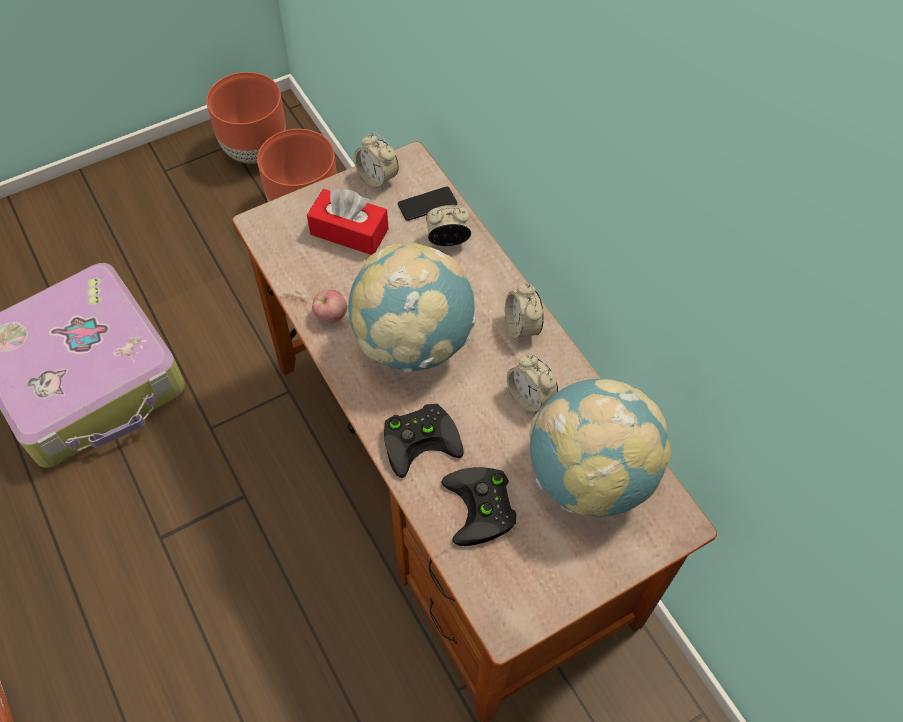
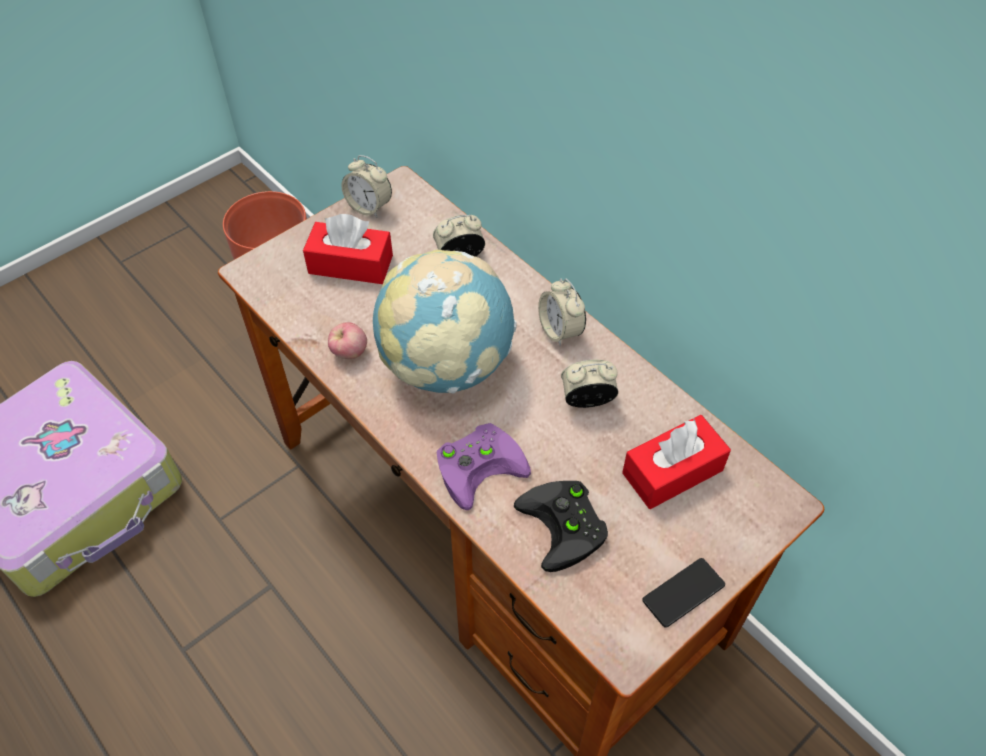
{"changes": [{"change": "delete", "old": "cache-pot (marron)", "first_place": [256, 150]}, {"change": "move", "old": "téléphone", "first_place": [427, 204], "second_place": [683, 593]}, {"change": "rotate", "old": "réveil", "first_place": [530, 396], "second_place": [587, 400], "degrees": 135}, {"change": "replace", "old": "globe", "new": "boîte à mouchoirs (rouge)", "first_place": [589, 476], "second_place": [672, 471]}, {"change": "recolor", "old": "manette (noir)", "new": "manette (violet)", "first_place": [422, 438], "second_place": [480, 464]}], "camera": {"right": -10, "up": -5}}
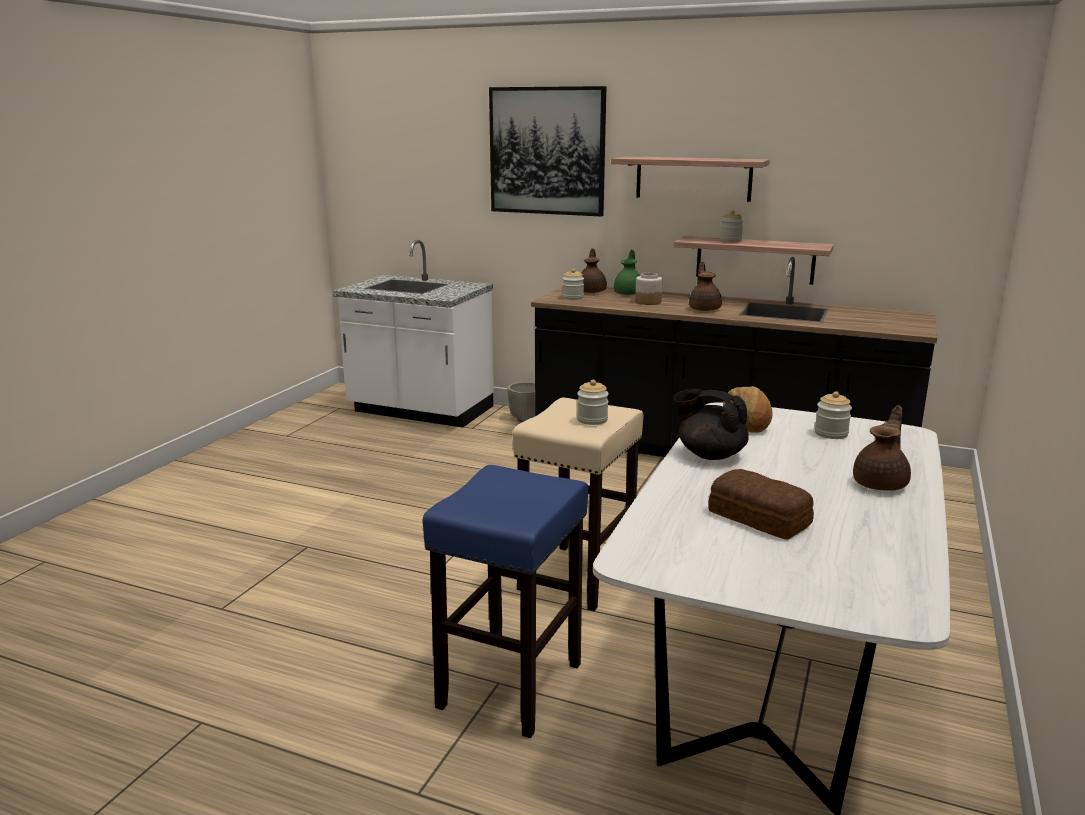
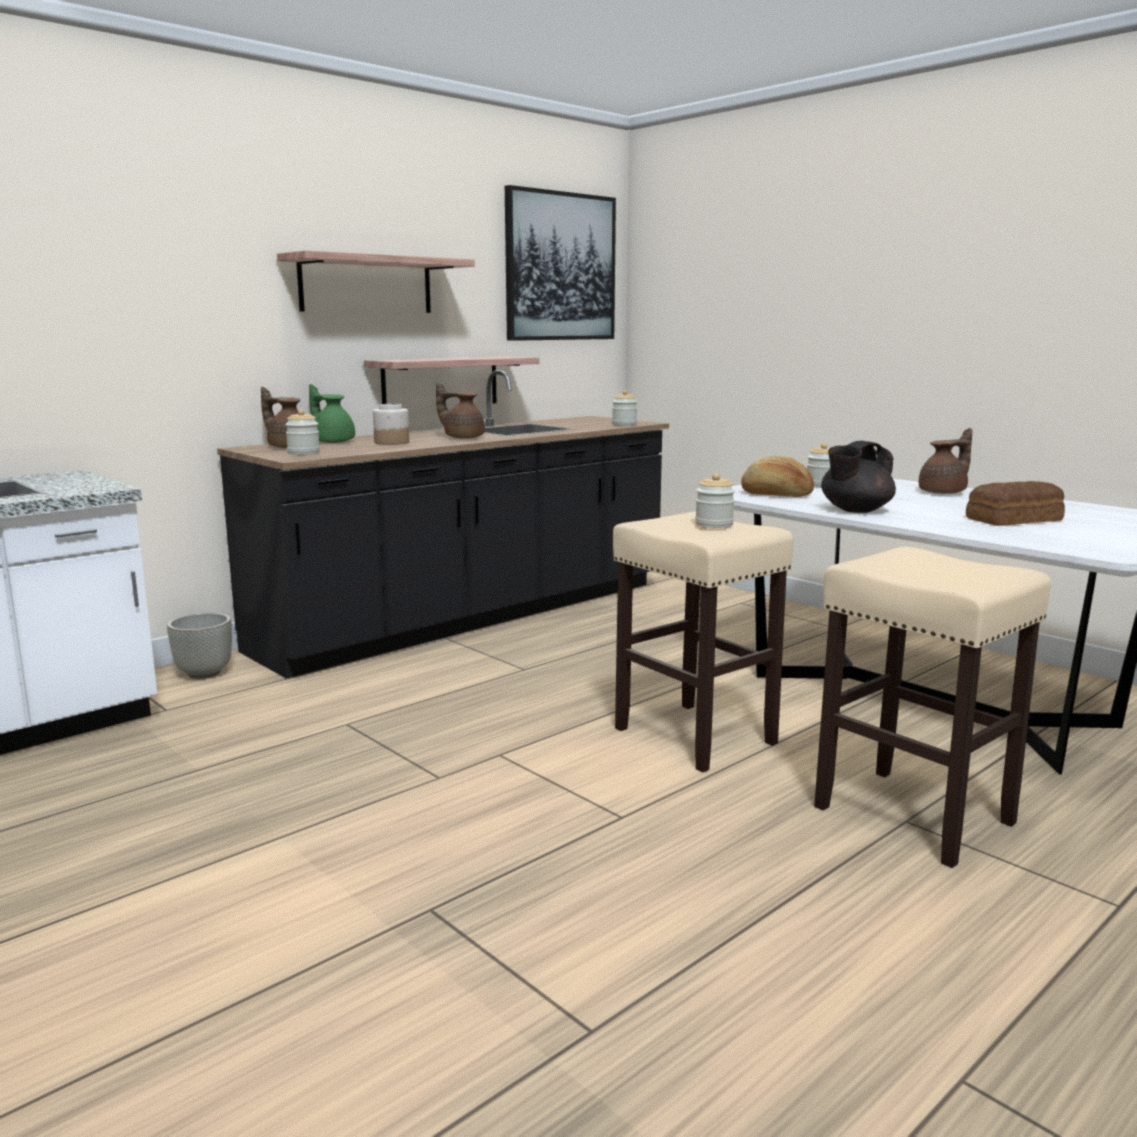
{"changes": [{"change": "move", "old": "tableau", "first_place": [547, 151], "second_place": [560, 267]}, {"change": "move", "old": "bocal", "first_place": [730, 240], "second_place": [624, 424]}, {"change": "rotate", "old": "théière (marron)", "first_place": [881, 484], "second_place": [944, 492], "degrees": 90}, {"change": "recolor", "old": "tabouret (bleu)", "new": "tabouret (beige)", "first_place": [511, 684], "second_place": [910, 814]}], "camera": {"right": -65, "up": -5}}
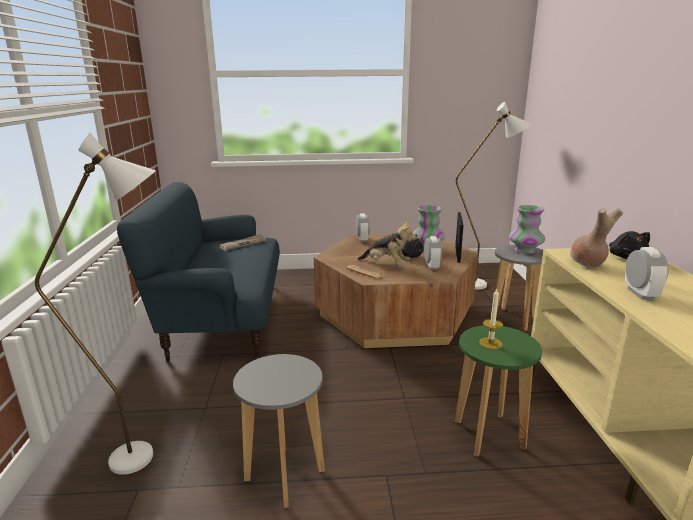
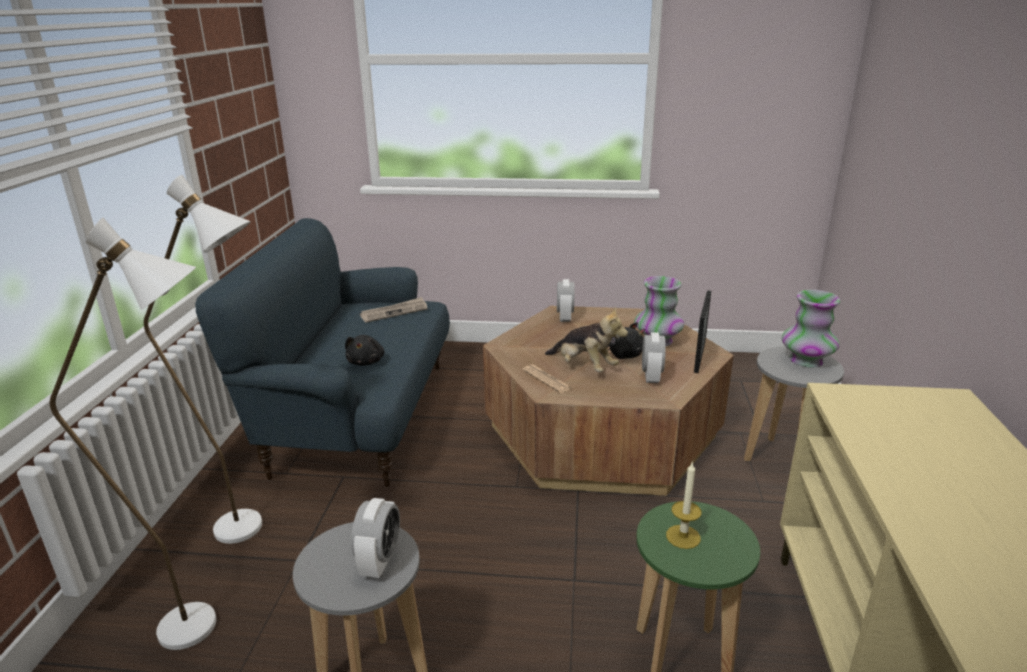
{"changes": [{"change": "move", "old": "lampadaire (blanc)", "first_place": [484, 285], "second_place": [254, 530]}, {"change": "delete", "old": "vase (marron)", "first_place": [587, 264]}, {"change": "move", "old": "peluche (noir)", "first_place": [626, 257], "second_place": [366, 362]}, {"change": "move", "old": "réveil", "first_place": [640, 293], "second_place": [380, 562]}], "camera": {"right": 10, "up": 5}}
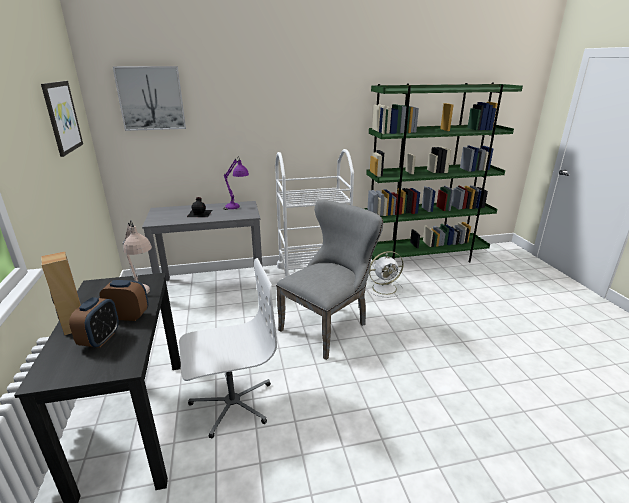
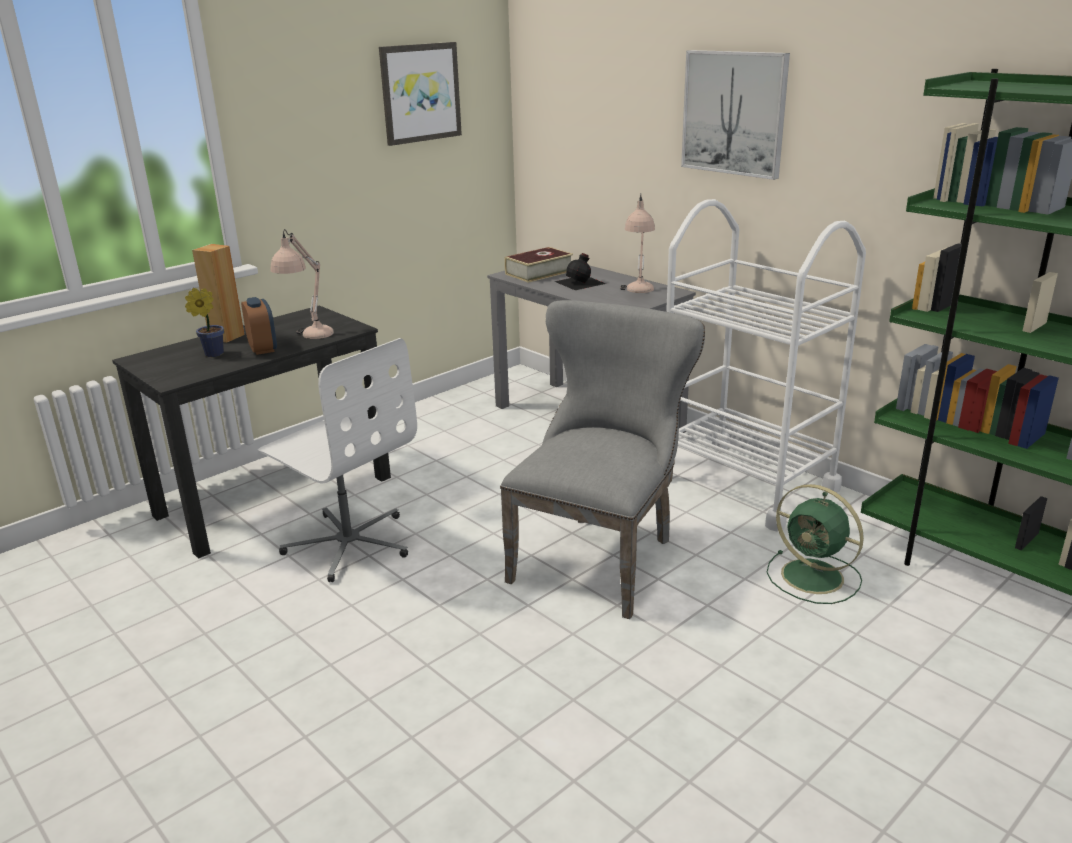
{"changes": [{"change": "move", "old": "tableau", "first_place": [151, 98], "second_place": [734, 113]}, {"change": "recolor", "old": "lampe de table (violet)", "new": "lampe de table (beige)", "first_place": [237, 208], "second_place": [638, 293]}, {"change": "rotate", "old": "chaise (gris)", "first_place": [328, 326], "second_place": [600, 556], "degrees": -75}, {"change": "recolor", "old": "ventilateur (blanc)", "new": "ventilateur (vert)", "first_place": [385, 288], "second_place": [815, 577]}, {"change": "replace", "old": "réveil", "new": "plante en pot", "first_place": [100, 339], "second_place": [211, 354]}, {"change": "insert", "new": "livre", "second_place": [539, 272]}], "camera": {"right": 60, "up": 0}}
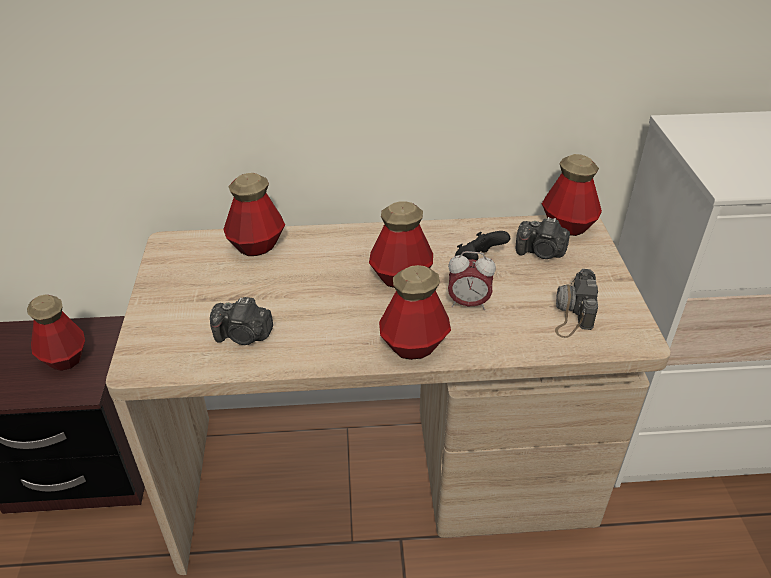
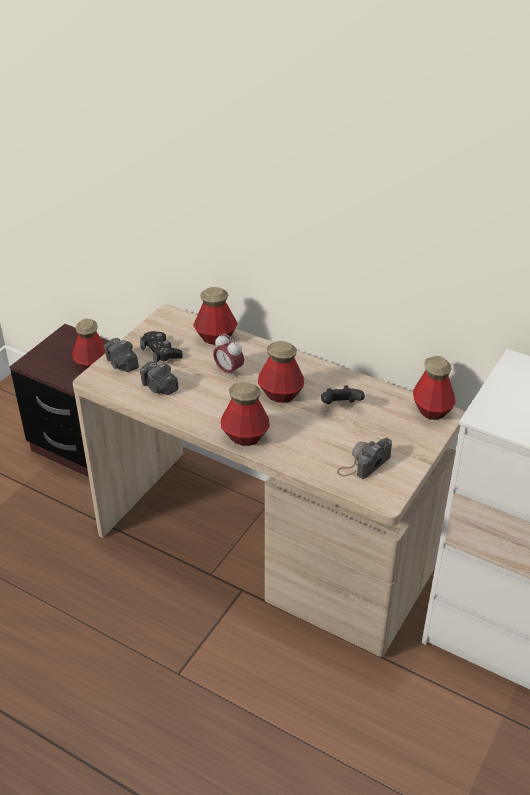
{"changes": [{"change": "move", "old": "appareil photo", "first_place": [541, 252], "second_place": [122, 364]}, {"change": "move", "old": "réveil", "first_place": [468, 304], "second_place": [228, 371]}, {"change": "insert", "new": "manette (noir)", "second_place": [161, 352]}], "camera": {"right": 35, "up": 0}}
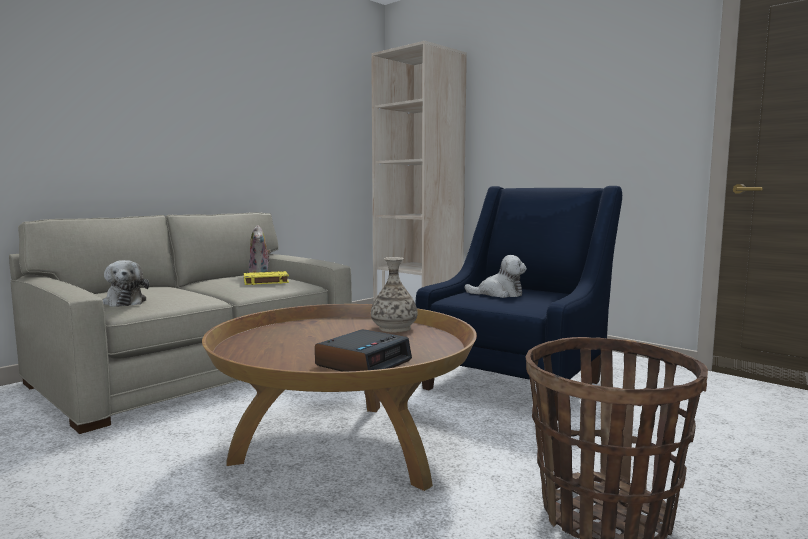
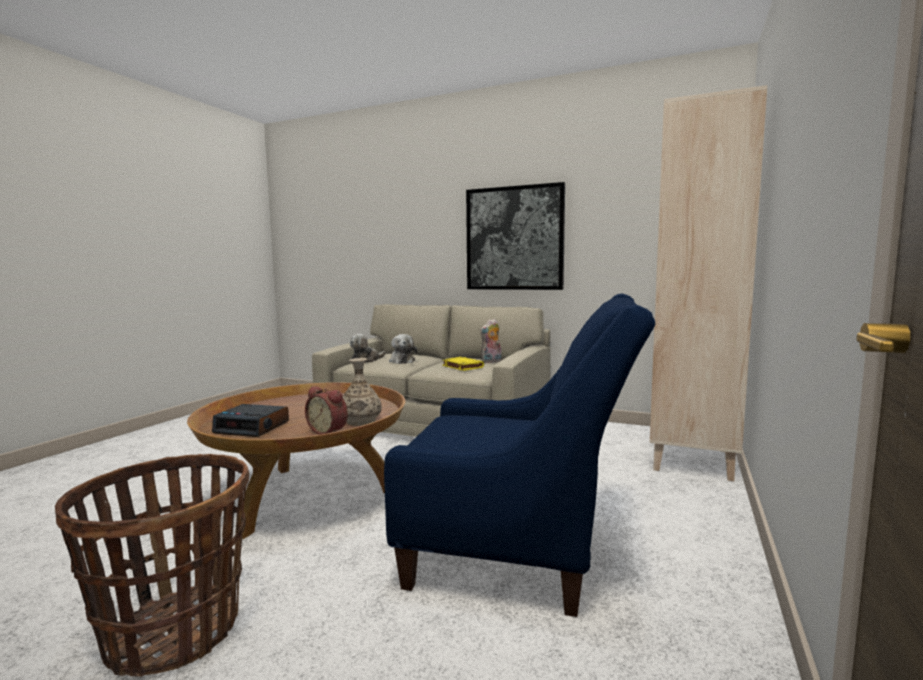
{"changes": [{"change": "move", "old": "peluche", "first_place": [499, 294], "second_place": [402, 361]}, {"change": "insert", "new": "tableau", "second_place": [514, 238]}, {"change": "insert", "new": "réveil", "second_place": [329, 431]}], "camera": {"right": 70, "up": 0}}
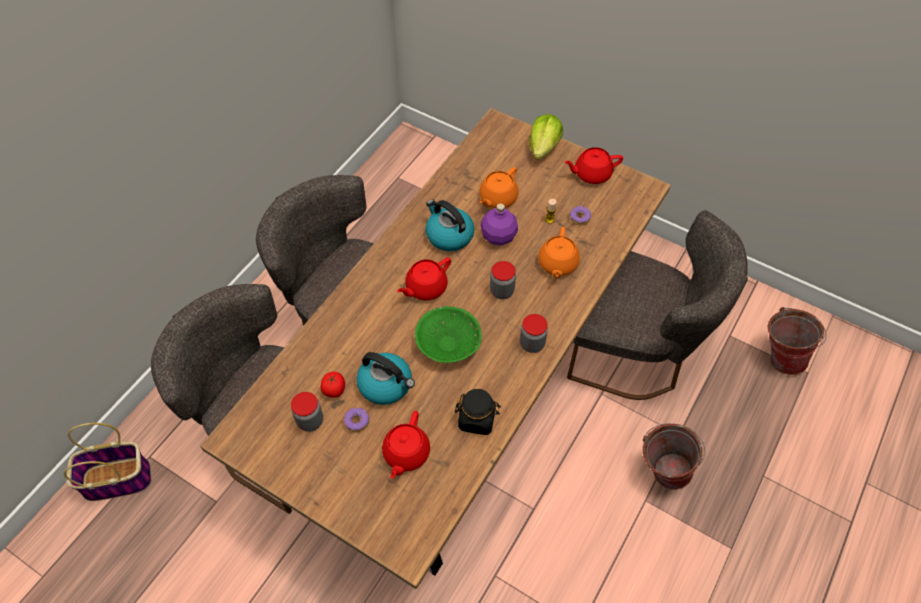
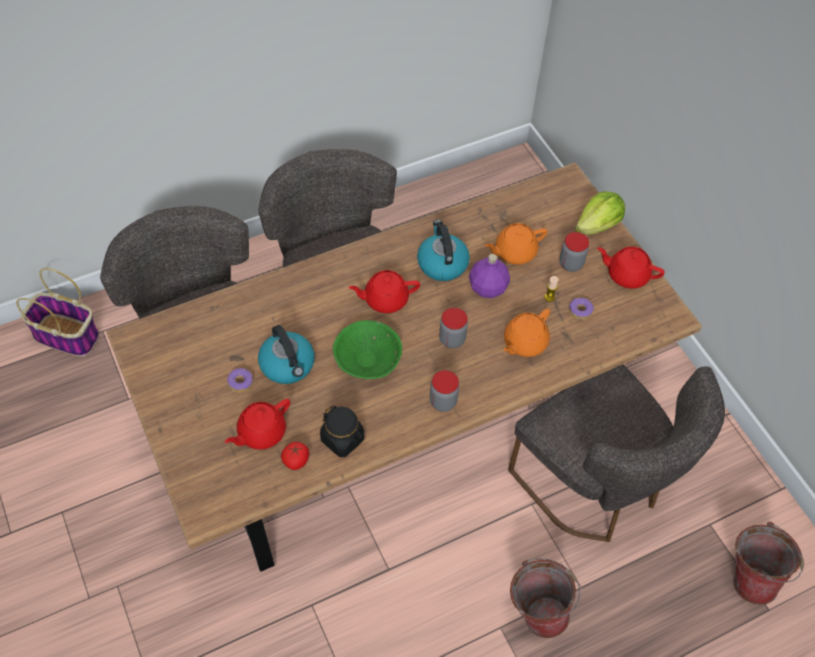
{"changes": [{"change": "move", "old": "tomate", "first_place": [334, 389], "second_place": [296, 460]}, {"change": "move", "old": "bocal", "first_place": [310, 421], "second_place": [571, 264]}], "camera": {"right": 30, "up": 0}}
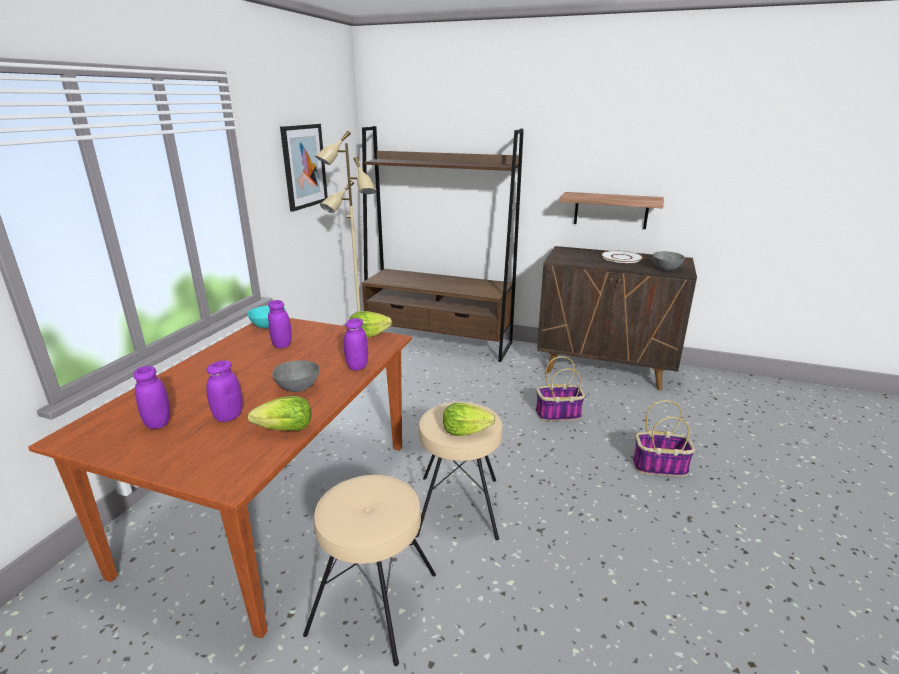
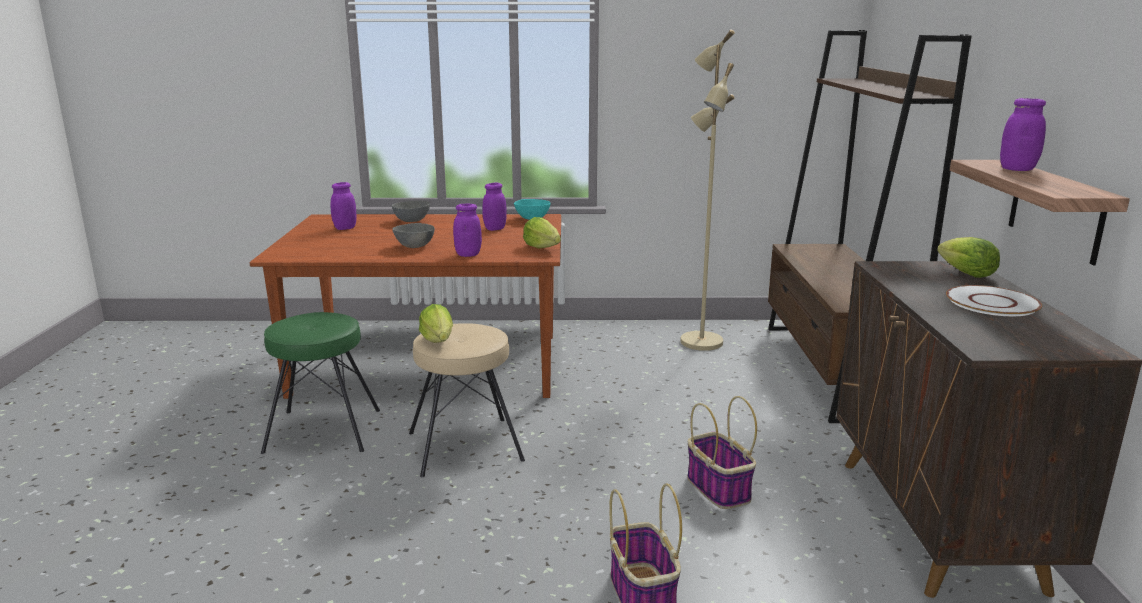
{"changes": [{"change": "delete", "old": "tableau", "first_place": [304, 166]}, {"change": "move", "old": "bol (gris)", "first_place": [666, 269], "second_place": [412, 221]}, {"change": "move", "old": "bocal (violet)", "first_place": [228, 416], "second_place": [1017, 169]}, {"change": "move", "old": "laitue", "first_place": [286, 430], "second_place": [966, 274]}, {"change": "recolor", "old": "tabouret (beige)", "new": "tabouret (vert)", "first_place": [375, 603], "second_place": [323, 431]}], "camera": {"right": 70, "up": -5}}
